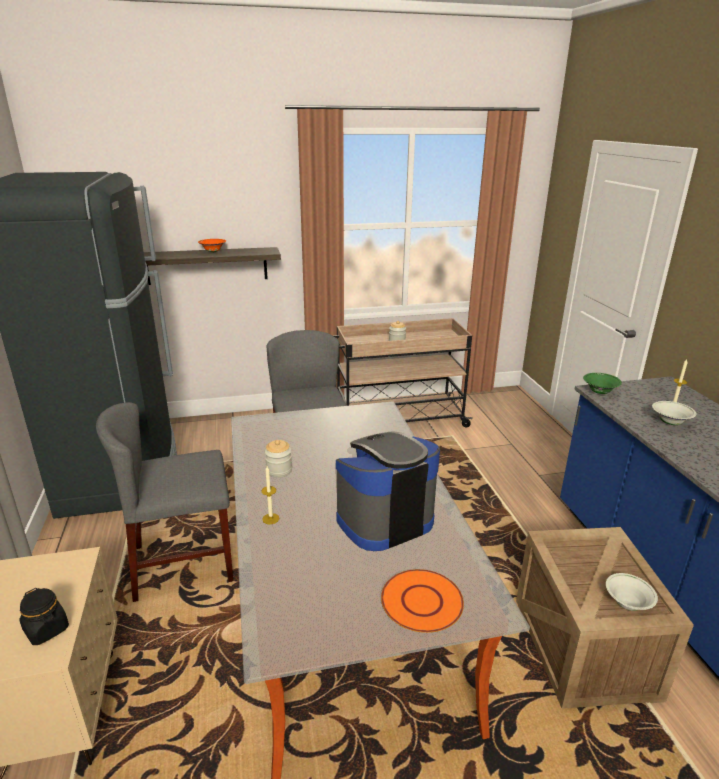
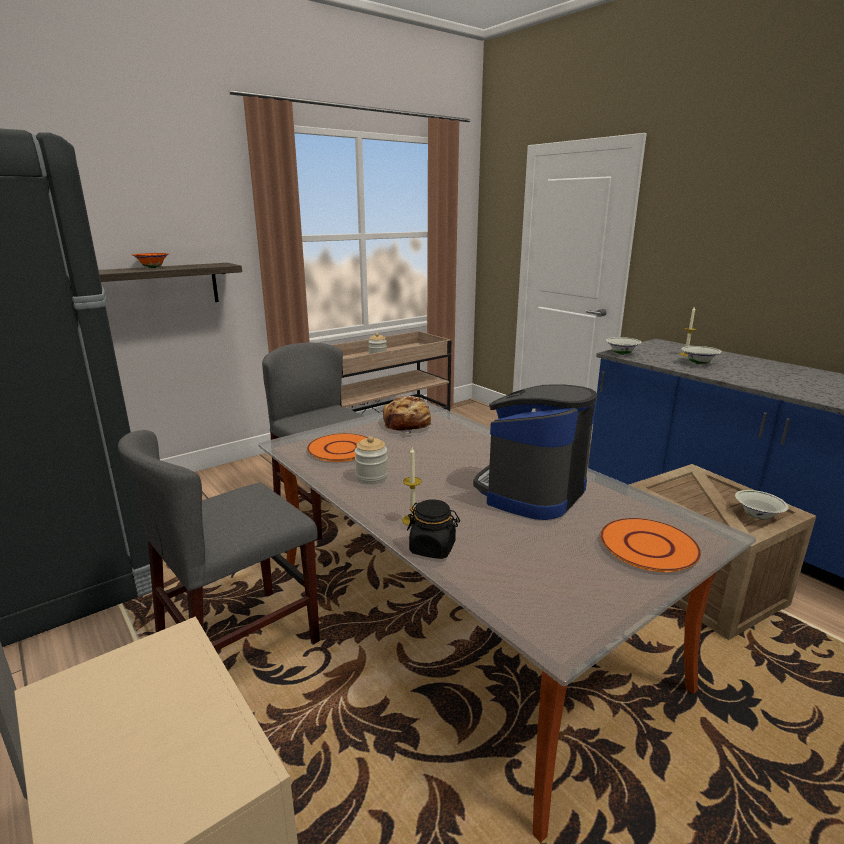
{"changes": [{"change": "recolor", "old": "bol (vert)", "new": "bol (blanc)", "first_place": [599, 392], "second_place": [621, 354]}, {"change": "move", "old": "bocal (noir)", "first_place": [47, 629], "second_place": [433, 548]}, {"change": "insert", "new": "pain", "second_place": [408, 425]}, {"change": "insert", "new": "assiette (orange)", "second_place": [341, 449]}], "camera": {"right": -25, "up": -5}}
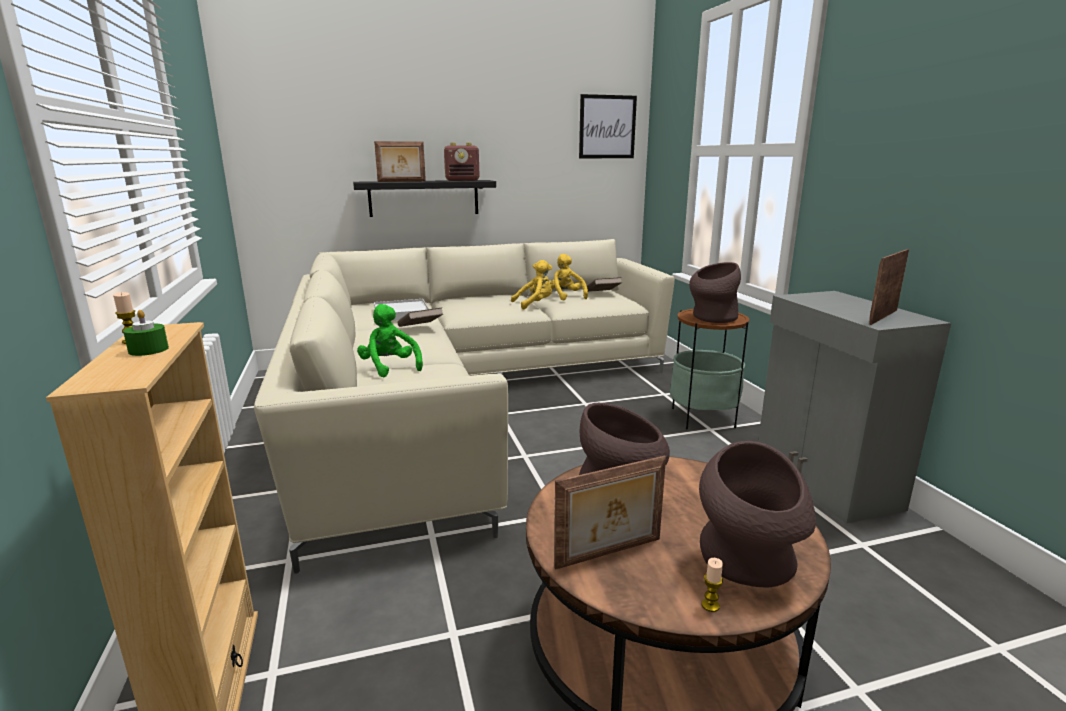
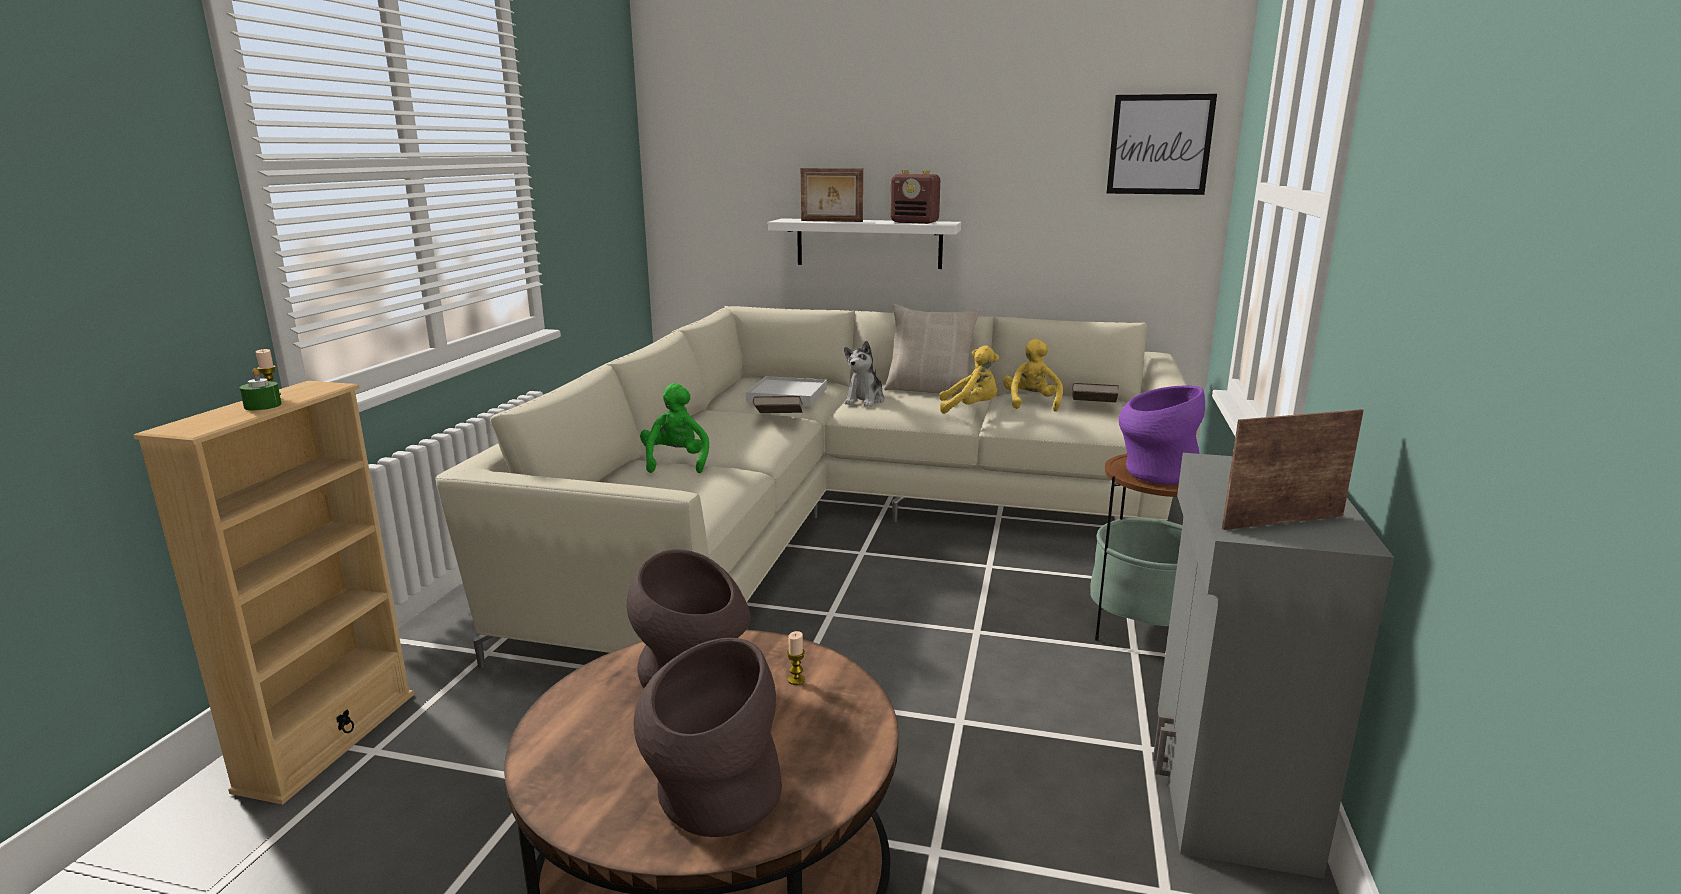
{"changes": [{"change": "recolor", "old": "étagère (noir)", "new": "étagère (blanc)", "first_place": [424, 198], "second_place": [869, 243]}, {"change": "recolor", "old": "vase (marron)", "new": "vase (violet)", "first_place": [711, 318], "second_place": [1153, 473]}, {"change": "delete", "old": "cadre photo", "first_place": [609, 554]}, {"change": "move", "old": "bougie", "first_place": [710, 605], "second_place": [796, 680]}, {"change": "insert", "new": "coussin (beige)", "second_place": [930, 390]}, {"change": "insert", "new": "peluche", "second_place": [865, 400]}], "camera": {"right": 30, "up": 0}}
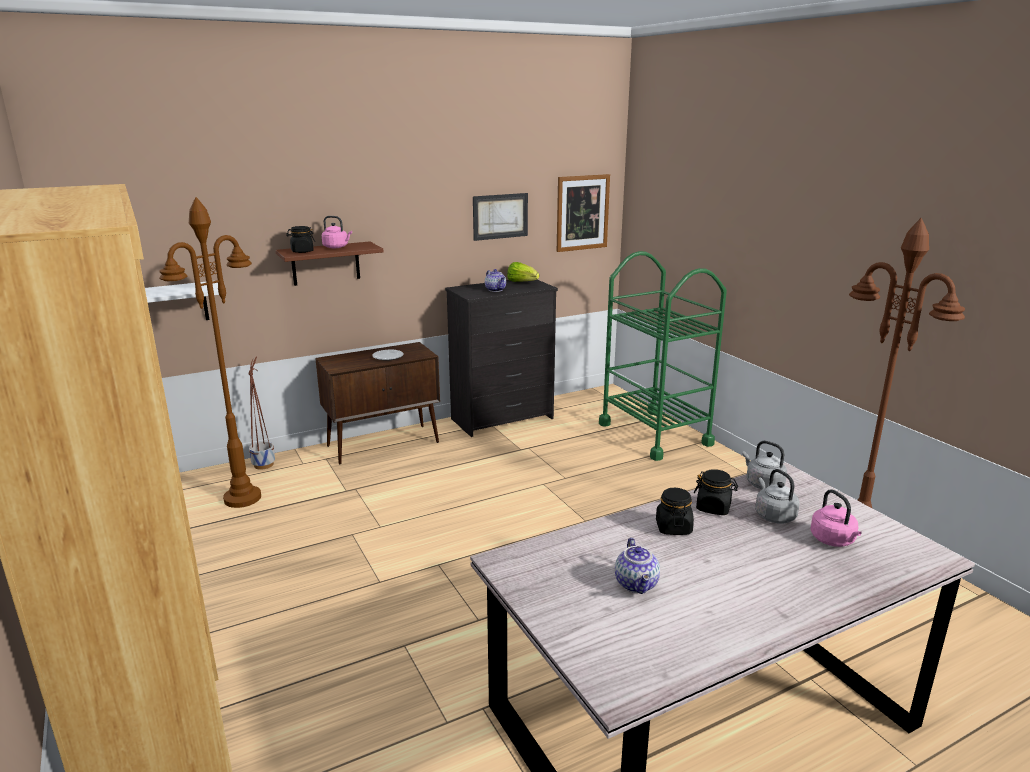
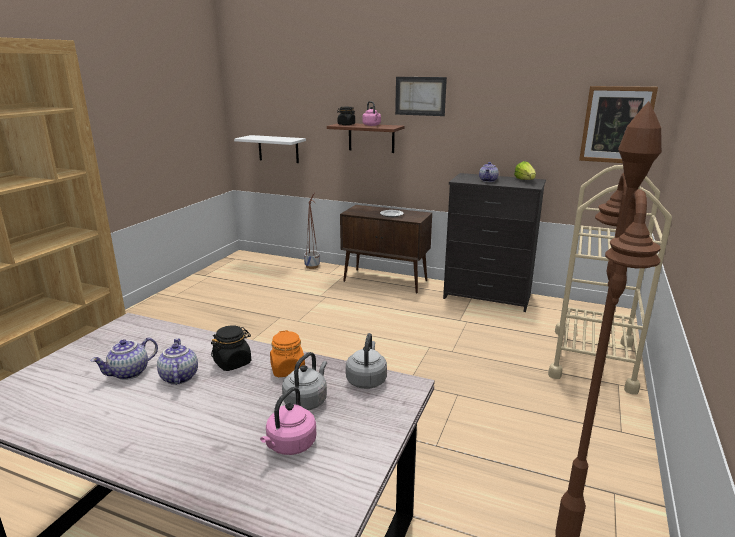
{"changes": [{"change": "move", "old": "tableau", "first_place": [500, 216], "second_place": [420, 96]}, {"change": "delete", "old": "lampadaire (marron)", "first_place": [243, 498]}, {"change": "recolor", "old": "chariot (vert)", "new": "chariot (beige)", "first_place": [654, 434], "second_place": [592, 359]}, {"change": "recolor", "old": "bocal (noir)", "new": "bocal (orange)", "first_place": [713, 508], "second_place": [288, 369]}, {"change": "insert", "new": "théière", "second_place": [178, 377]}], "camera": {"right": 50, "up": 0}}
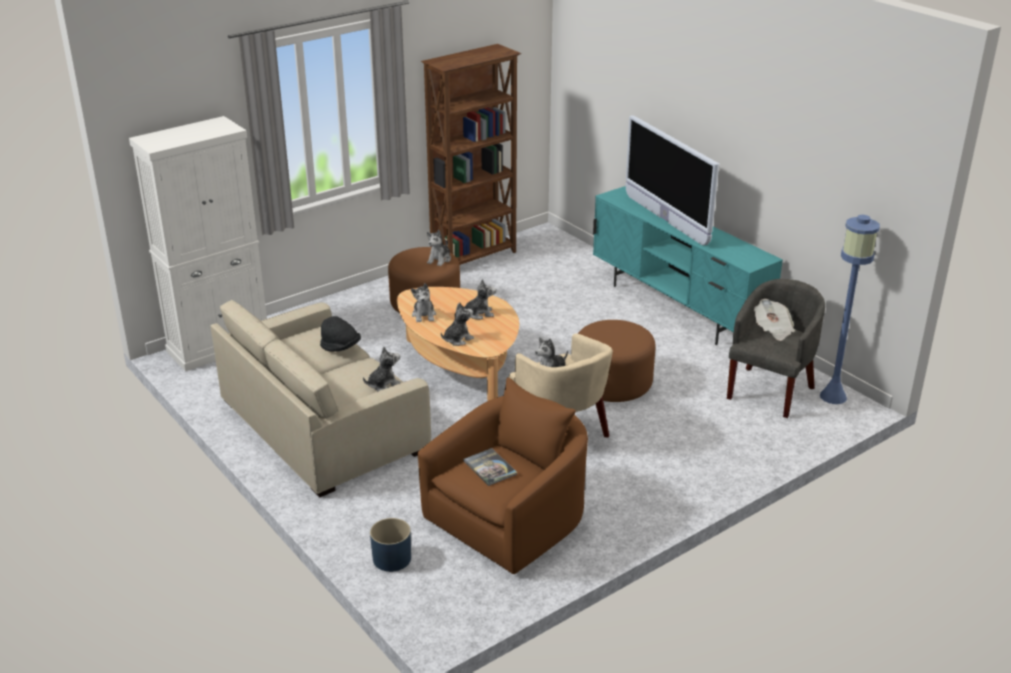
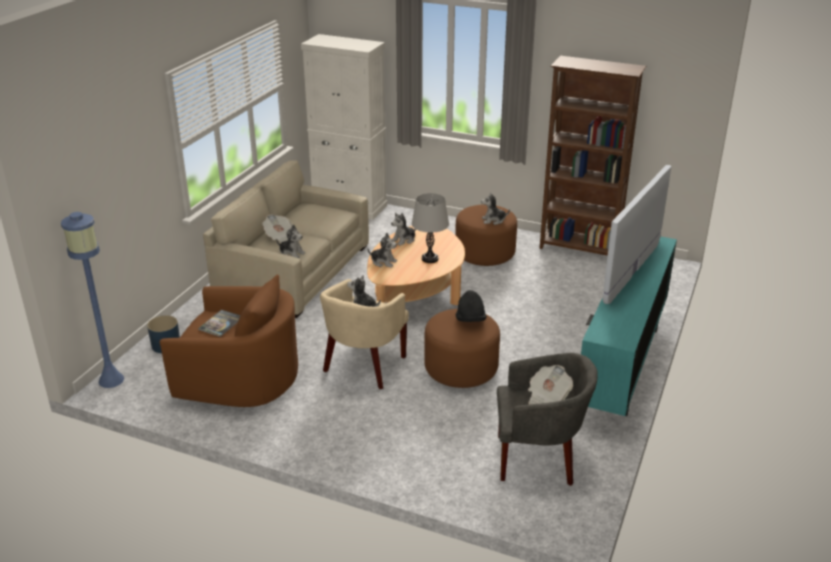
{"changes": [{"change": "move", "old": "lampadaire (bleu)", "first_place": [833, 397], "second_place": [111, 380]}, {"change": "replace", "old": "peluche", "new": "lampe de table (gris)", "first_place": [479, 313], "second_place": [430, 259]}, {"change": "move", "old": "chapeau (noir)", "first_place": [340, 347], "second_place": [470, 320]}, {"change": "insert", "new": "journal", "second_place": [281, 238]}], "camera": {"right": 60, "up": 0}}
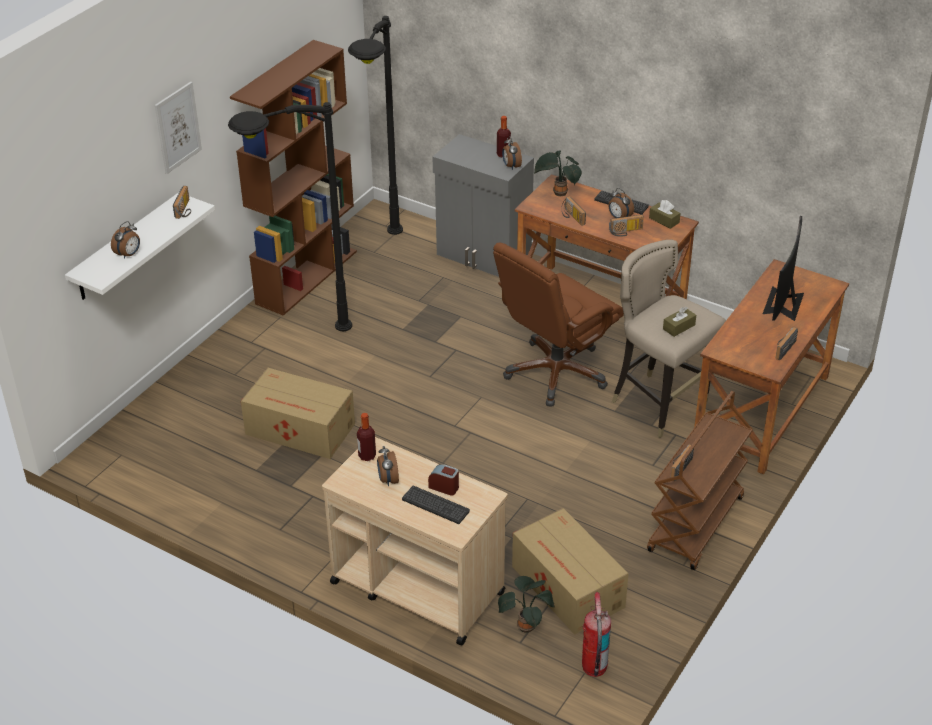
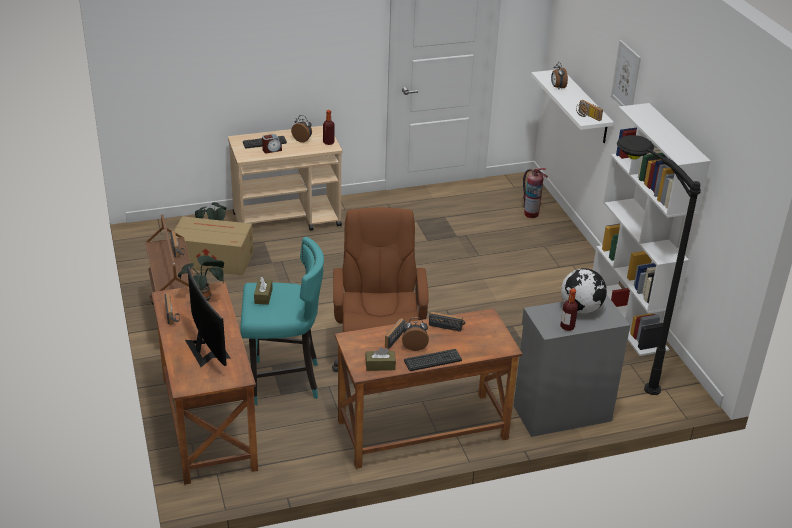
{"changes": [{"change": "recolor", "old": "bibliothèque (marron)", "new": "bibliothèque (blanc)", "first_place": [306, 277], "second_place": [628, 319]}, {"change": "delete", "old": "lampadaire (noir)", "first_place": [294, 345]}, {"change": "delete", "old": "réveil", "first_place": [511, 166]}, {"change": "move", "old": "plante en pot", "first_place": [558, 193], "second_place": [205, 298]}, {"change": "recolor", "old": "tabouret (beige)", "new": "tabouret (turquoise)", "first_place": [659, 404], "second_place": [284, 382]}, {"change": "delete", "old": "carton", "first_place": [301, 430]}, {"change": "move", "old": "extincteur", "first_place": [594, 667], "second_place": [531, 214]}, {"change": "insert", "new": "globe", "second_place": [581, 309]}], "camera": {"right": 130, "up": -5}}
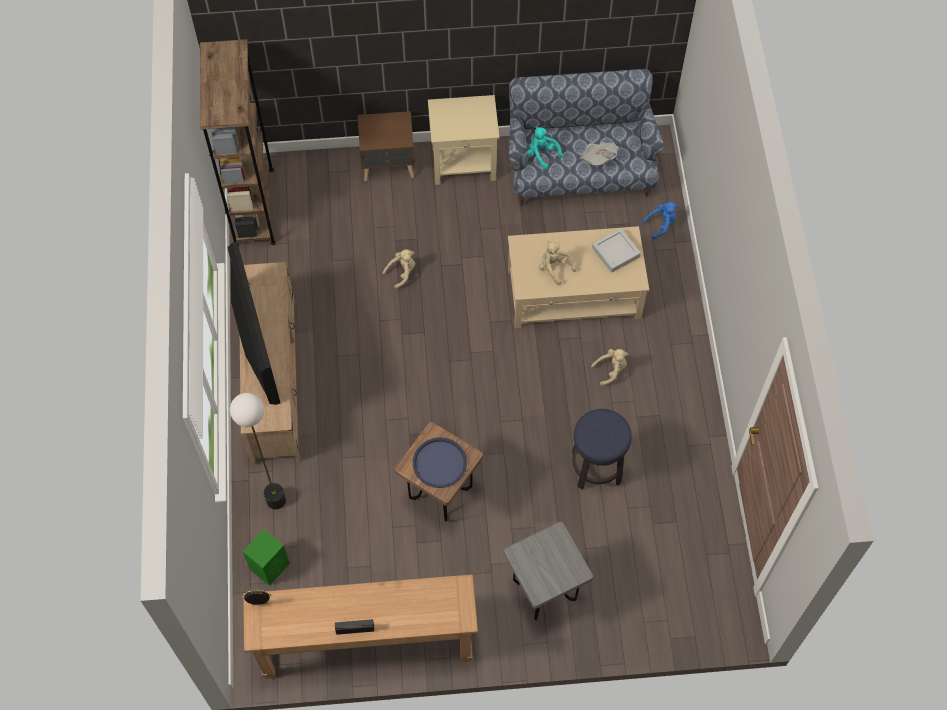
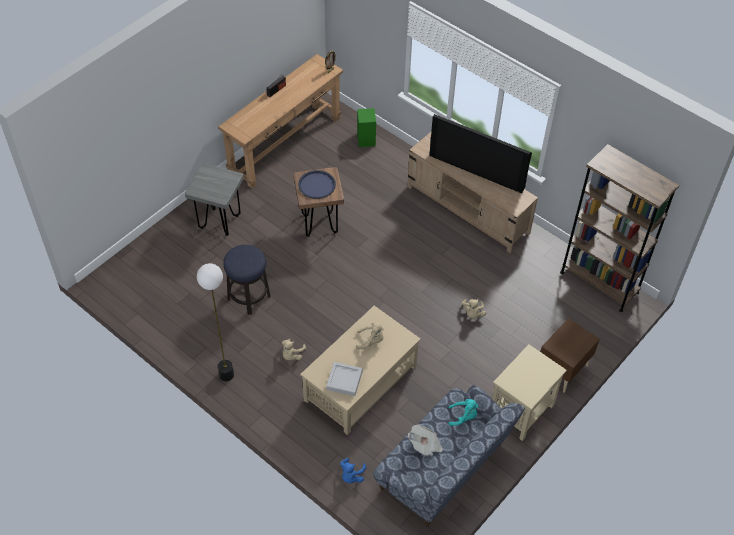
{"changes": [{"change": "move", "old": "lampadaire", "first_place": [276, 500], "second_place": [226, 374]}], "camera": {"right": 135, "up": -10}}
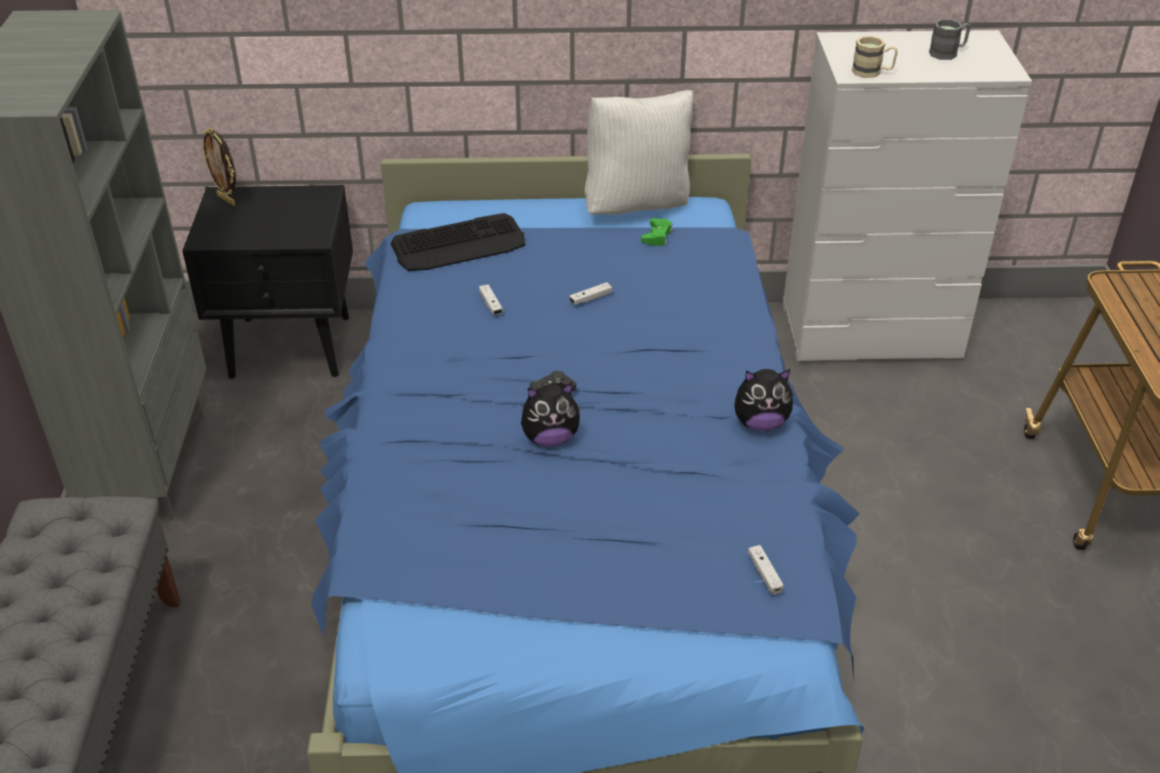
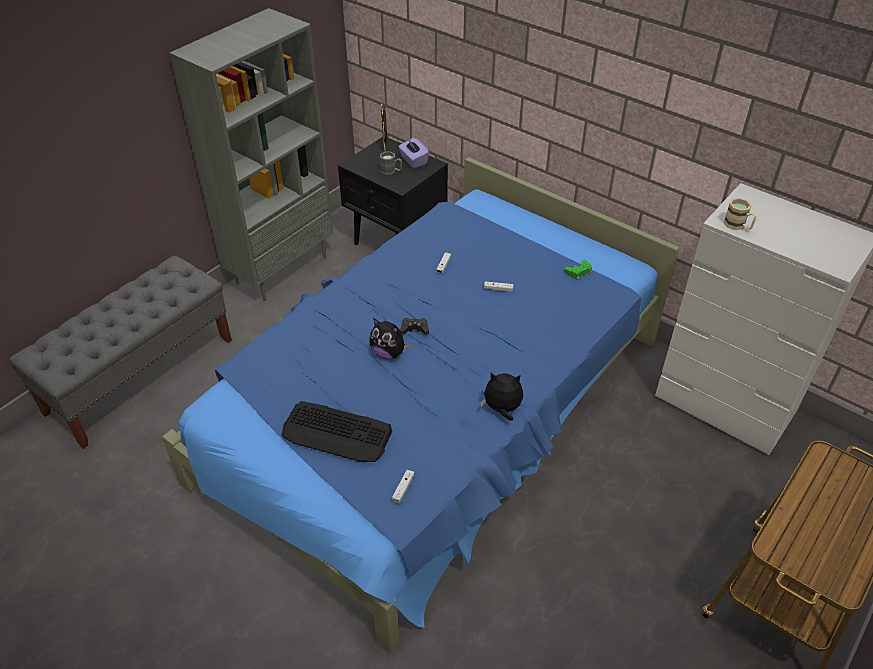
{"changes": [{"change": "move", "old": "mug (gris)", "first_place": [948, 53], "second_place": [391, 171]}, {"change": "delete", "old": "coussin (blanc)", "first_place": [637, 205]}, {"change": "move", "old": "clavier", "first_place": [459, 244], "second_place": [337, 433]}, {"change": "rotate", "old": "peluche", "first_place": [760, 423], "second_place": [502, 409], "degrees": 150}, {"change": "insert", "new": "boîte à mouchoirs (violet)", "second_place": [413, 161]}], "camera": {"right": 40, "up": 5}}
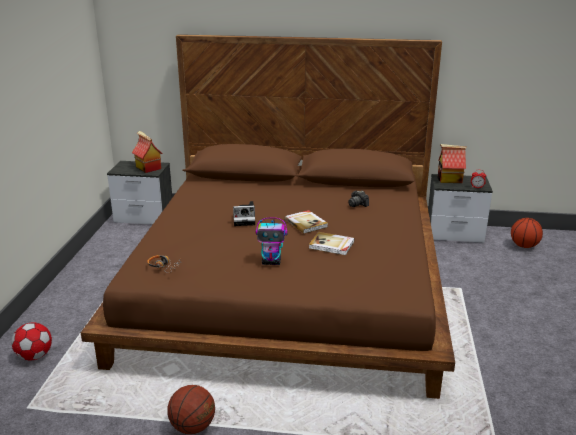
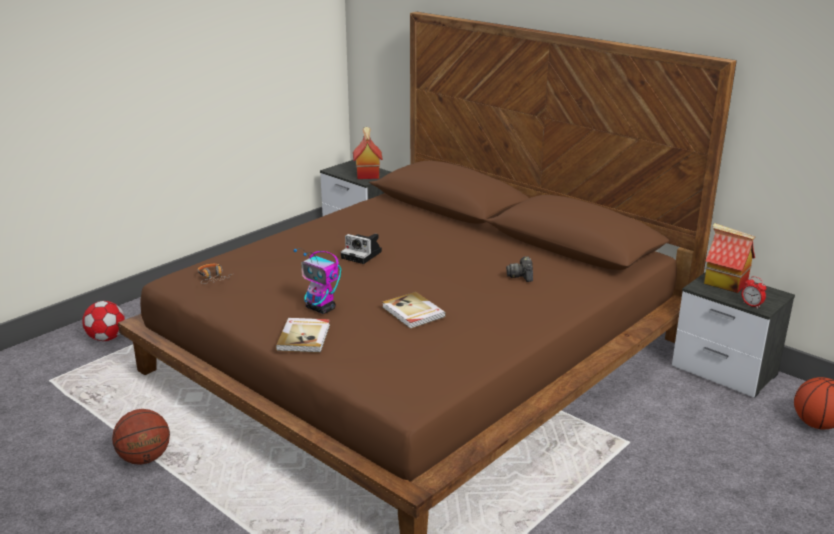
{"changes": [{"change": "move", "old": "livre", "first_place": [306, 223], "second_place": [304, 337]}], "camera": {"right": 35, "up": 0}}
